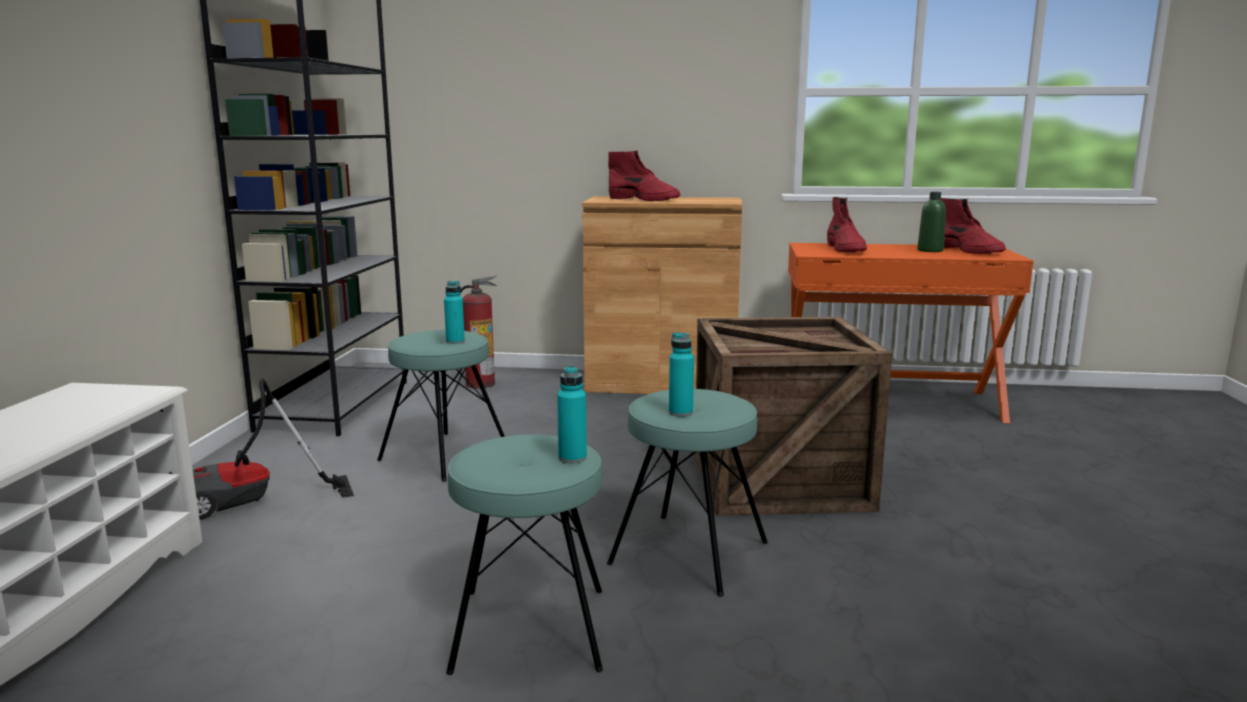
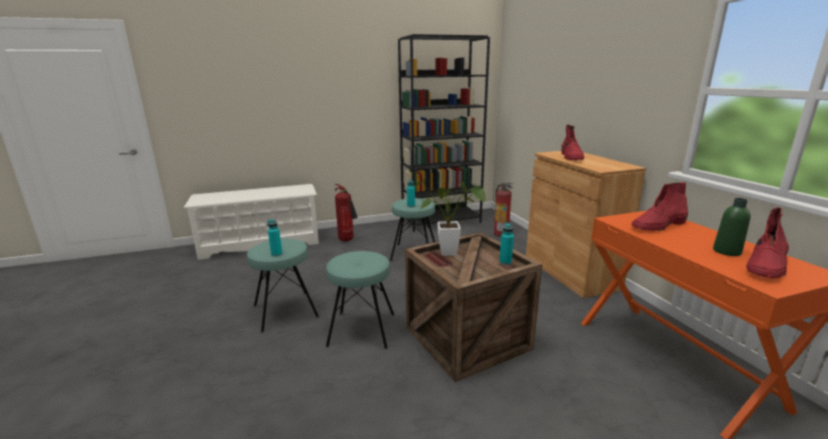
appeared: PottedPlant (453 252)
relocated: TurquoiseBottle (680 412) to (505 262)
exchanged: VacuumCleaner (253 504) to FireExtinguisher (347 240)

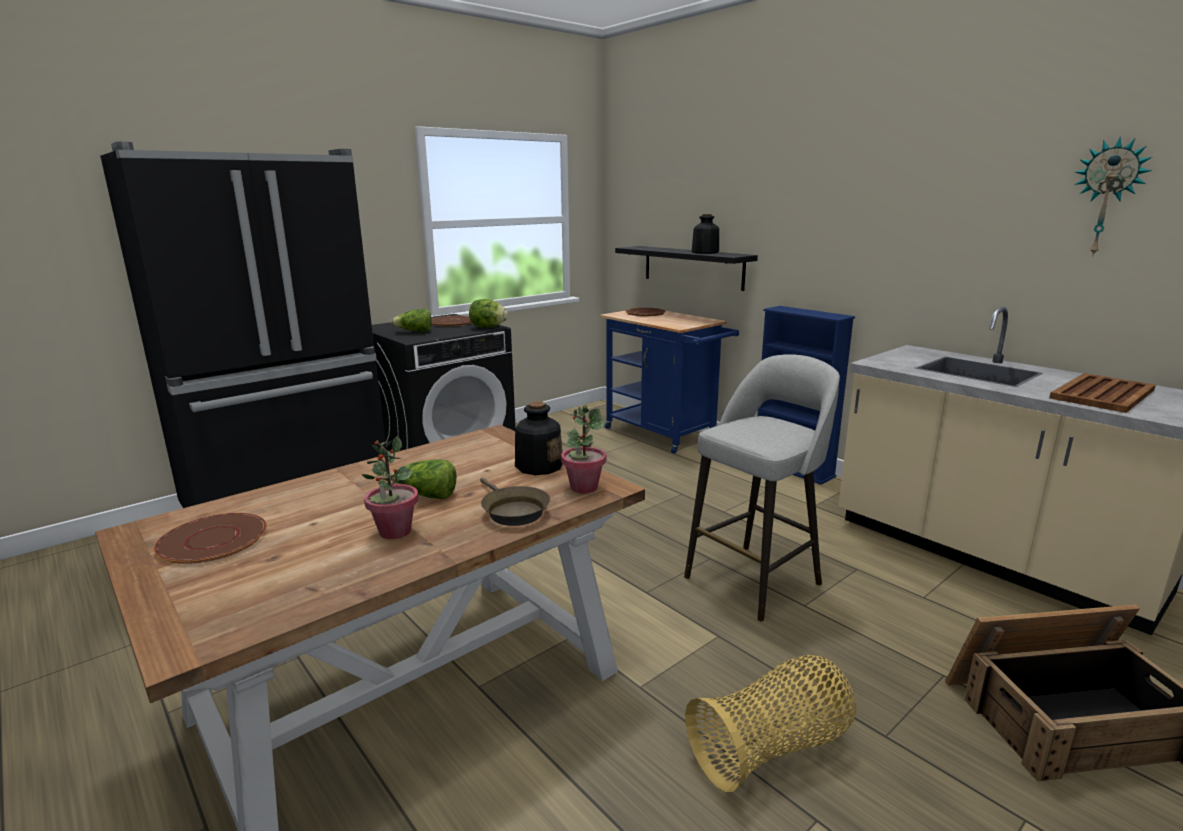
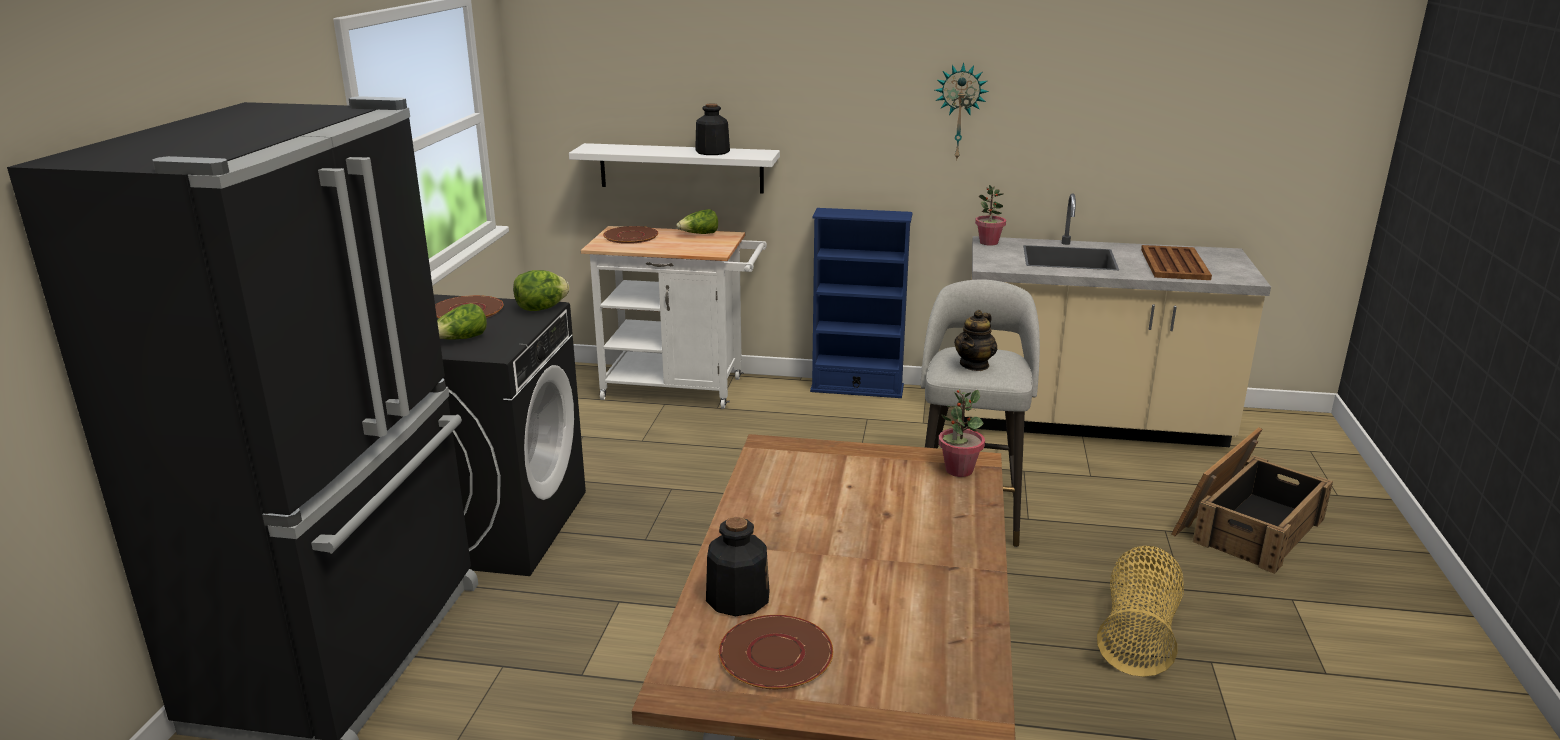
missing: BrownFryingPan (512 511)
appeared: Teapot (974 365)
relocated: PottedPlant (395 532) to (988 242); Lettuce (426 495) to (699 234); Bottle (538 466) to (737 598); WallClock (1107 198) to (960 111)
colour: BlueCart (664 435) to WhiteCart (682 389); BlackShelf (692 267) to WhiteShelf (681 168)

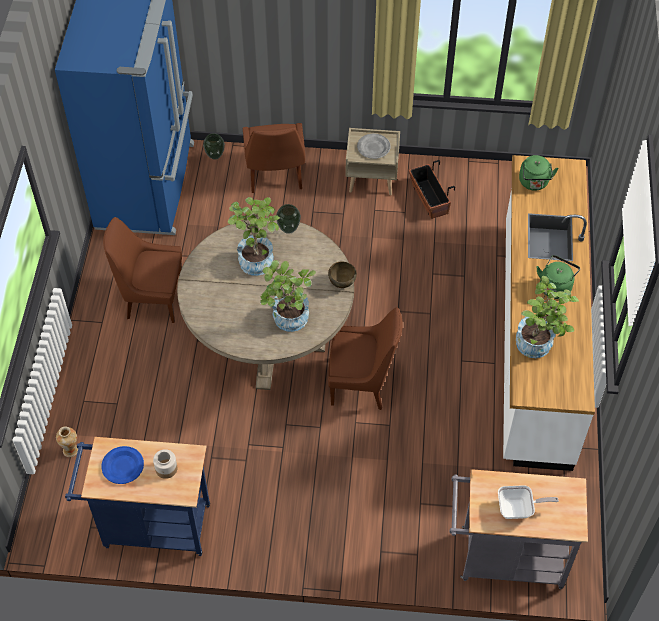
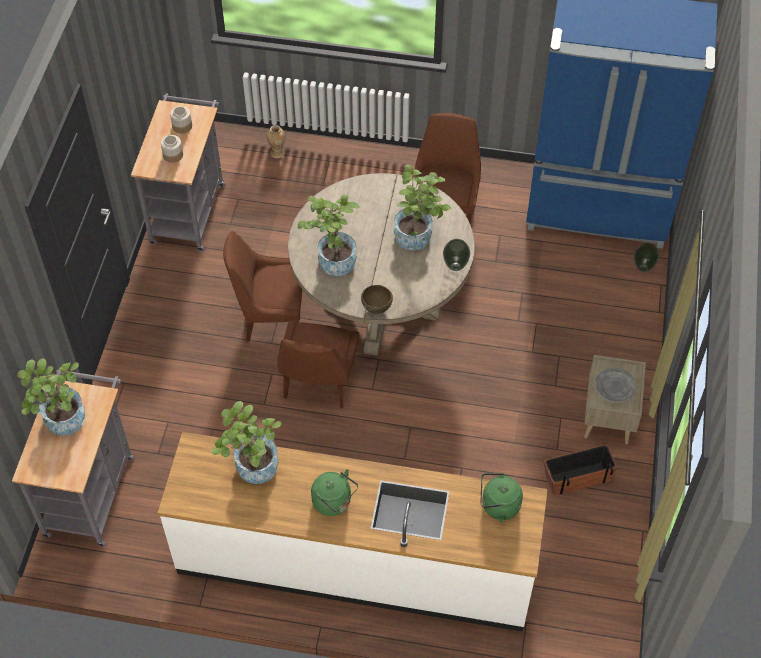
relocated: BrownChair (275 176) to (270 317)
exchanged: BluePlate (123 466) to Jar (182 126); FryingPan (518 509) to PottedPlant (62 424)
colour: BlueCart (150 526) to GreyCart (189 209)

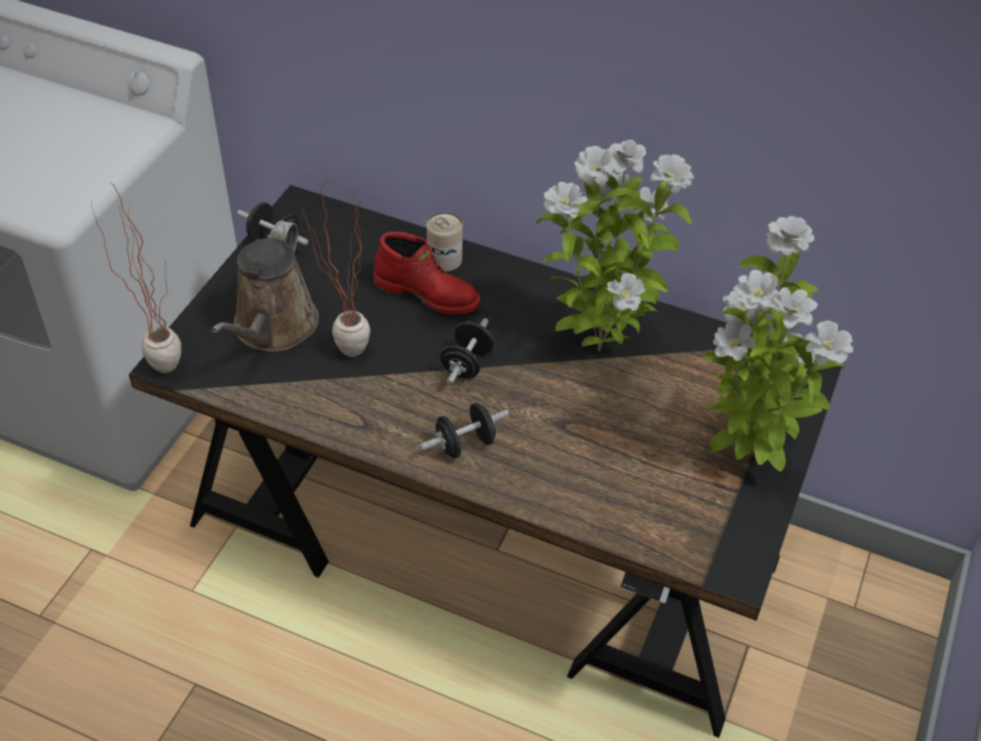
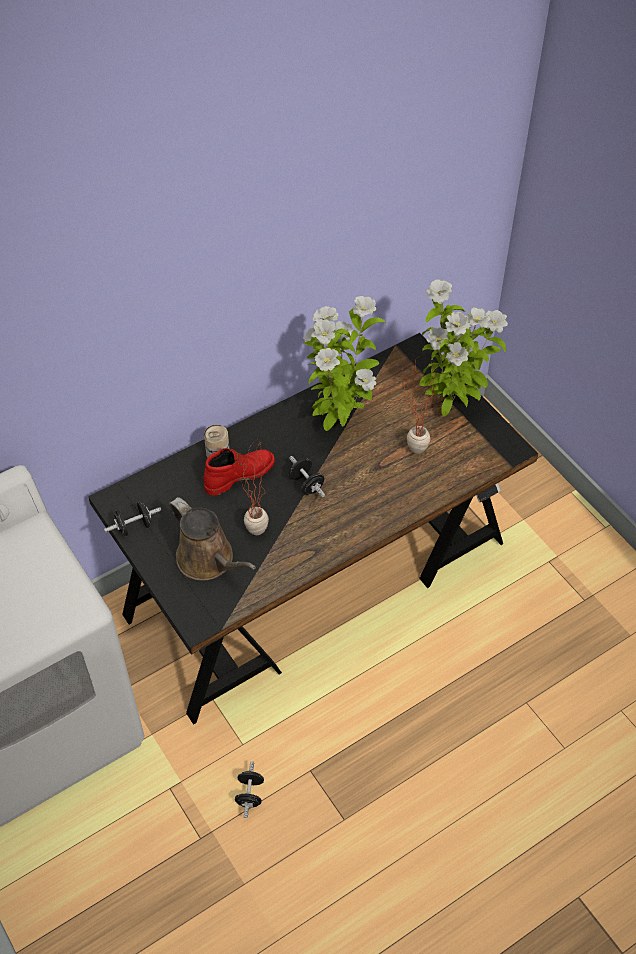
relocated: PottedPlant (160 360) to (409 450); BlackDumbbell (465 444) to (250 794)

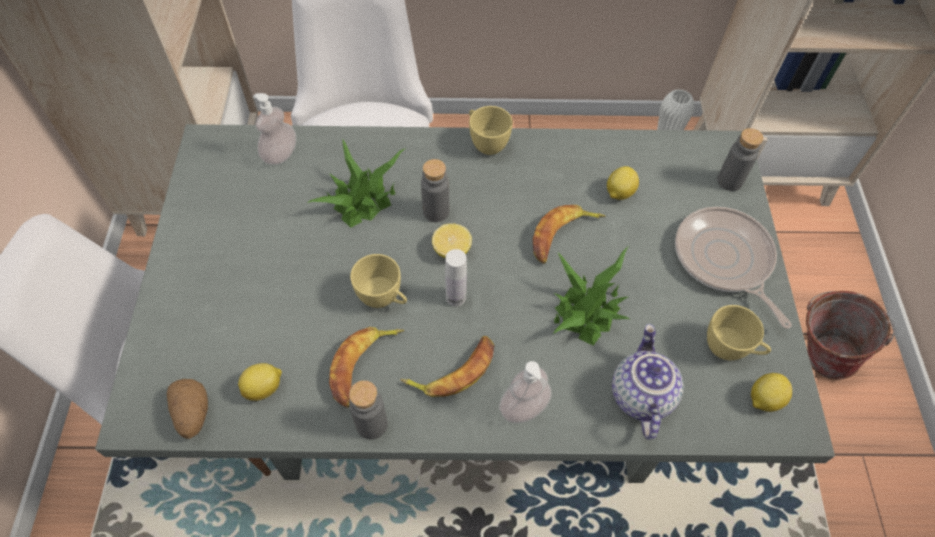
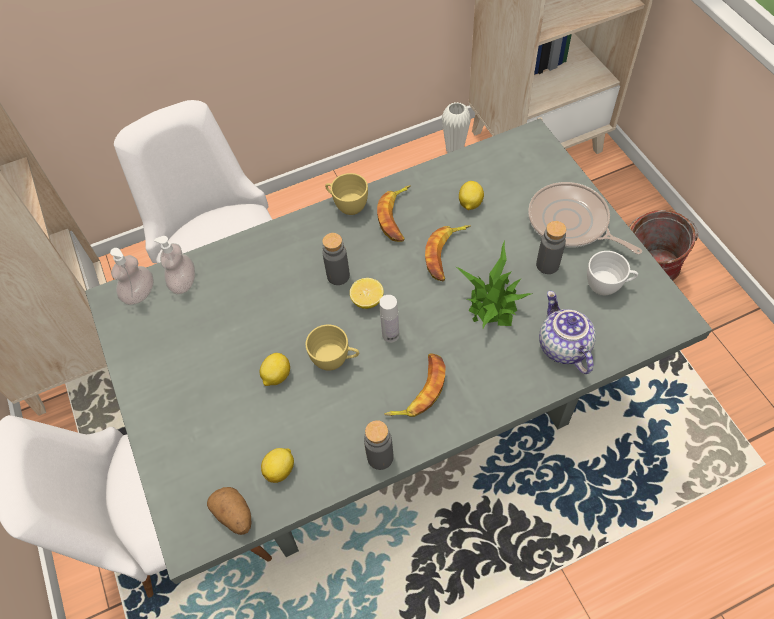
missing: PottedPlant (362 200)
relocated: Banana (363 366) to (396 217); SoapDispenser (523 407) to (140 294); GreyBottle (729 181) to (547 265); Lemon (763 399) to (276 376)
colour: YellowCup (730 349) to WhiteCup (607 286)

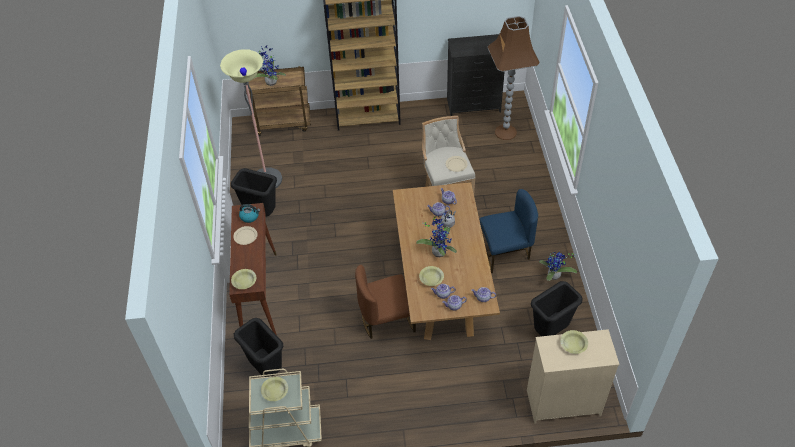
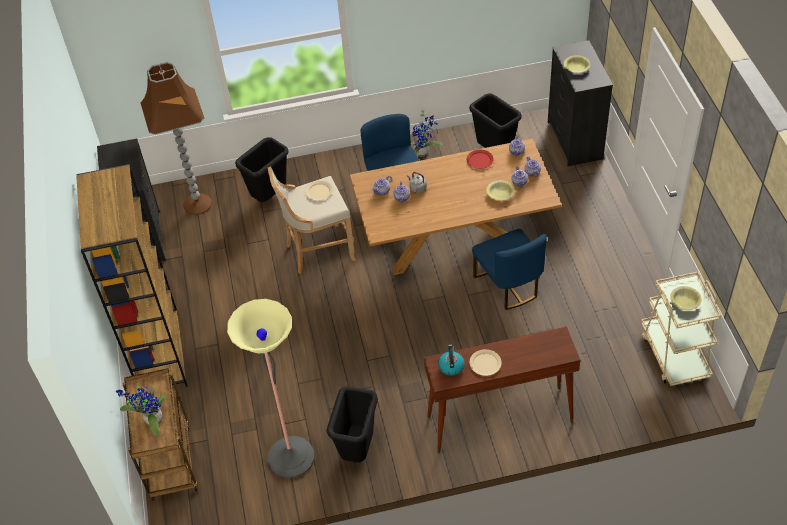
missing: YellowBowl (244 281); PottedPlant (439 251)
appeared: RedPlate (479 160)
relocated: BlackTrashCan (267 369) to (270 196)
colour: BrownChair (387 320) to BlueChair (508 285); BeigeDresser (563 402) to BlackDresser (574 140)

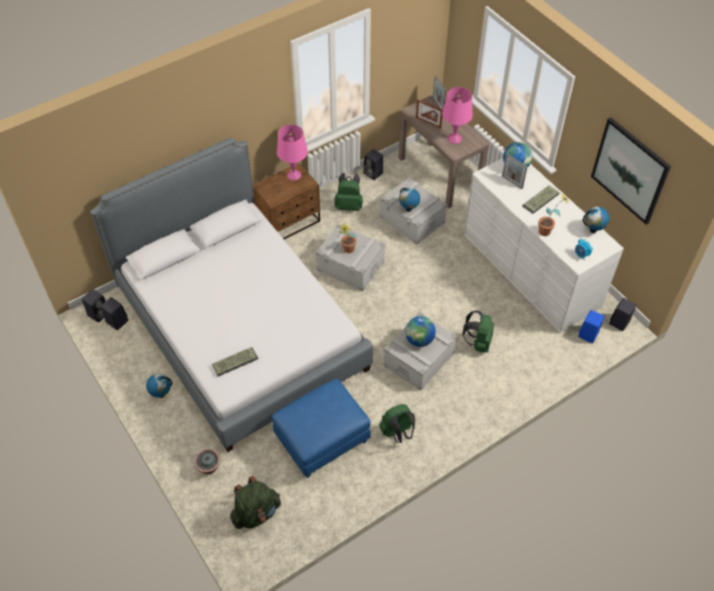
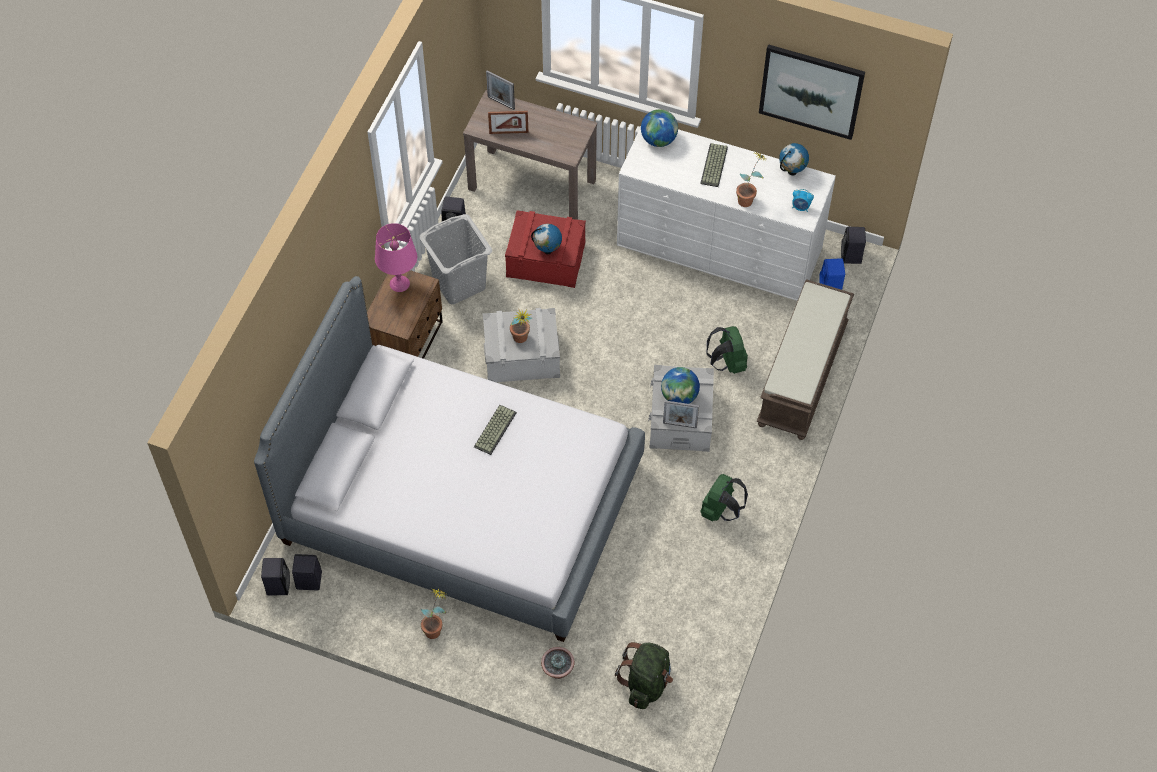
missing: BlueOttoman (322 438); PinkTableLamp (454 138)
appeared: BrownBench (803 376)
relocated: Keyboard (235 361) to (494 429); PictureFrame (512 182) to (679 425)
exchanged: Globe (161 394) to PottedPlant (436 628); GreenBackpack (349 205) to GreyLaundryBasket (459 282)
colour: GreyStorageBox (412 219) to RedStorageBox (546 259)

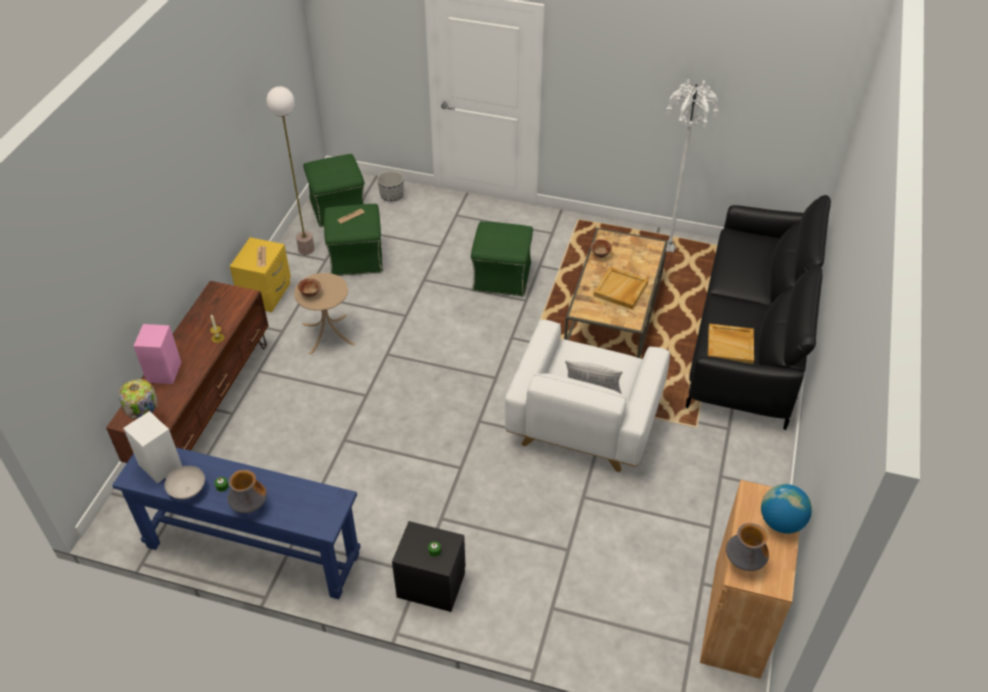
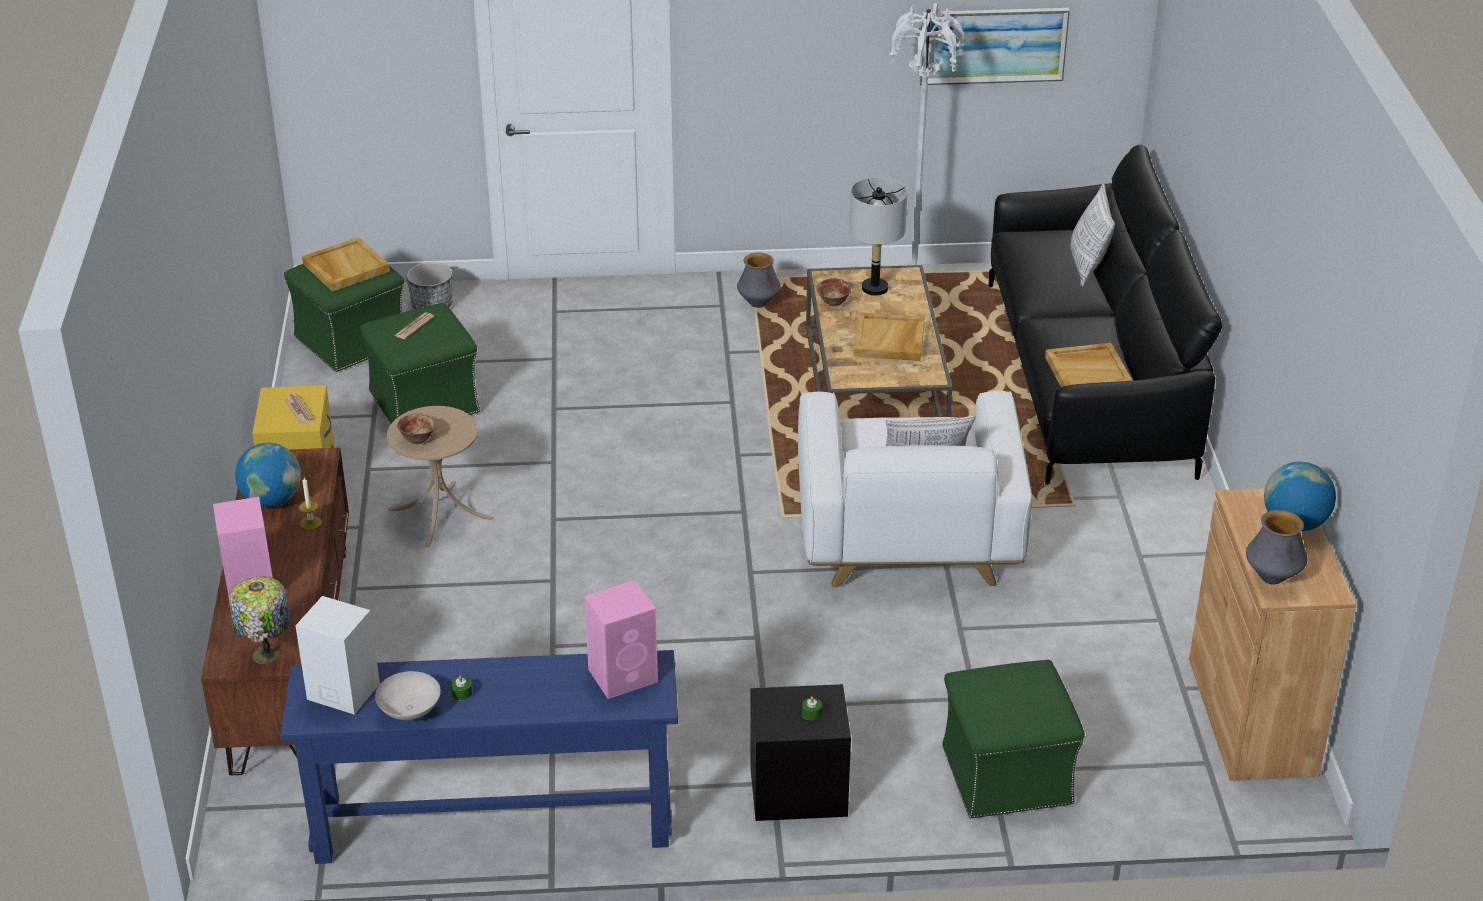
missing: FloorLamp (306 249)
appeared: Globe (272 500); BeigeTray (345 267); PinkSpeaker (624 675); GreyTableLamp (874 288); Picture (993 45); Pillow (1087 266)
relocated: Vase (250 506) to (758 304); GreenOttoman (501 277) to (1005 775)

